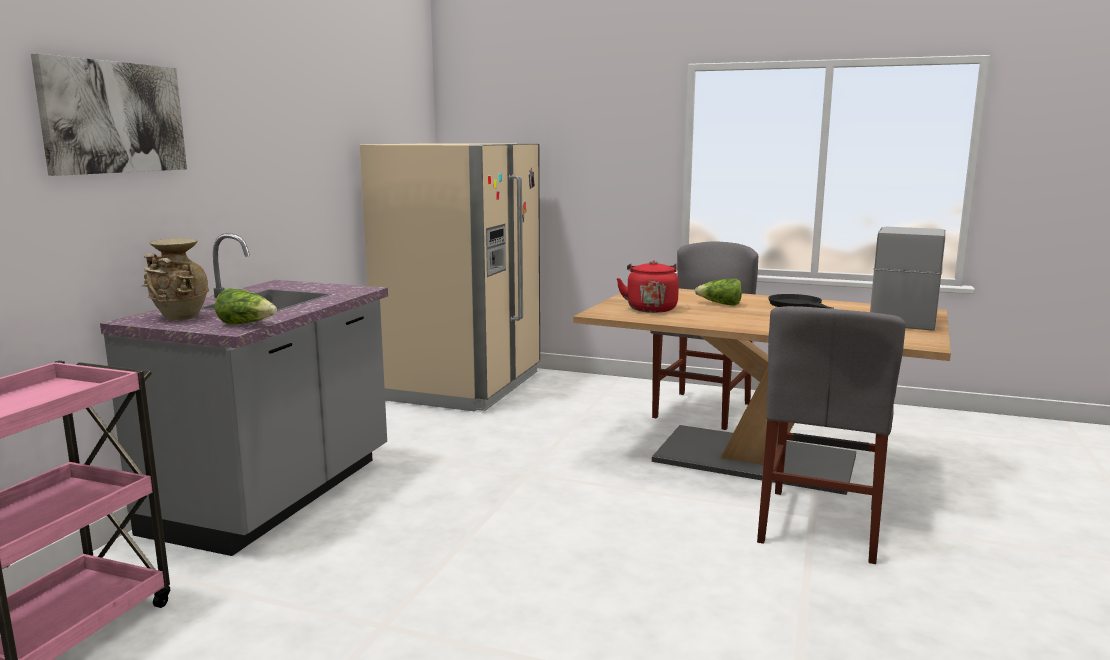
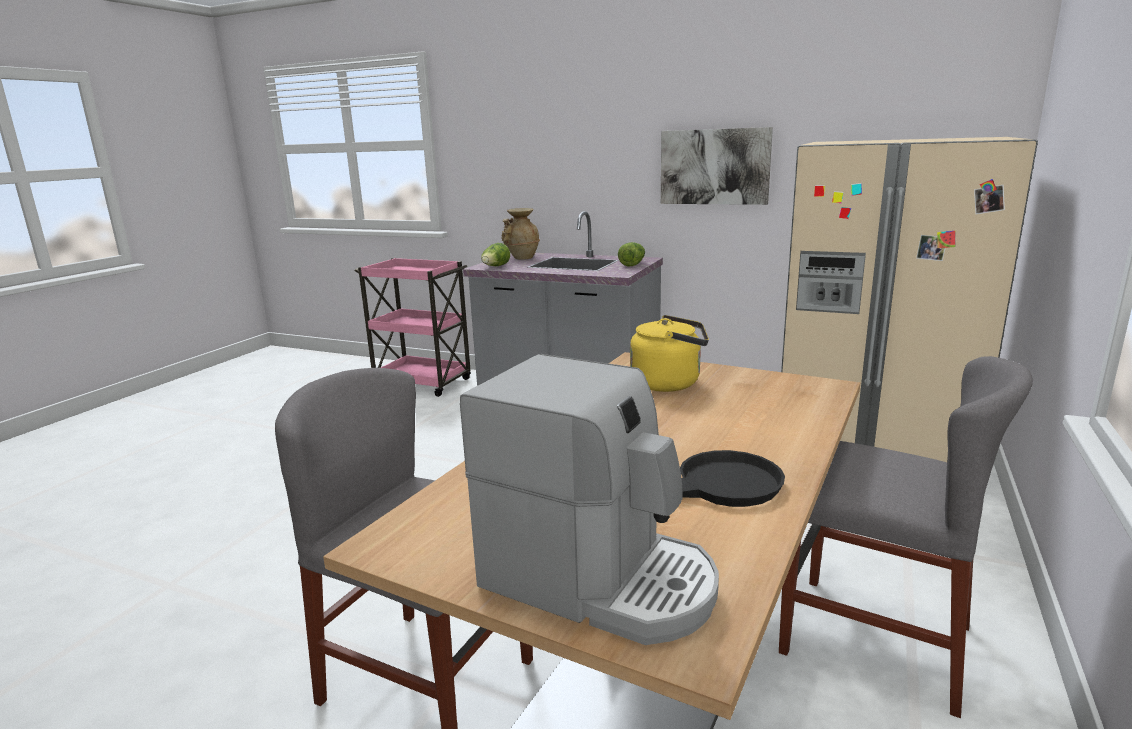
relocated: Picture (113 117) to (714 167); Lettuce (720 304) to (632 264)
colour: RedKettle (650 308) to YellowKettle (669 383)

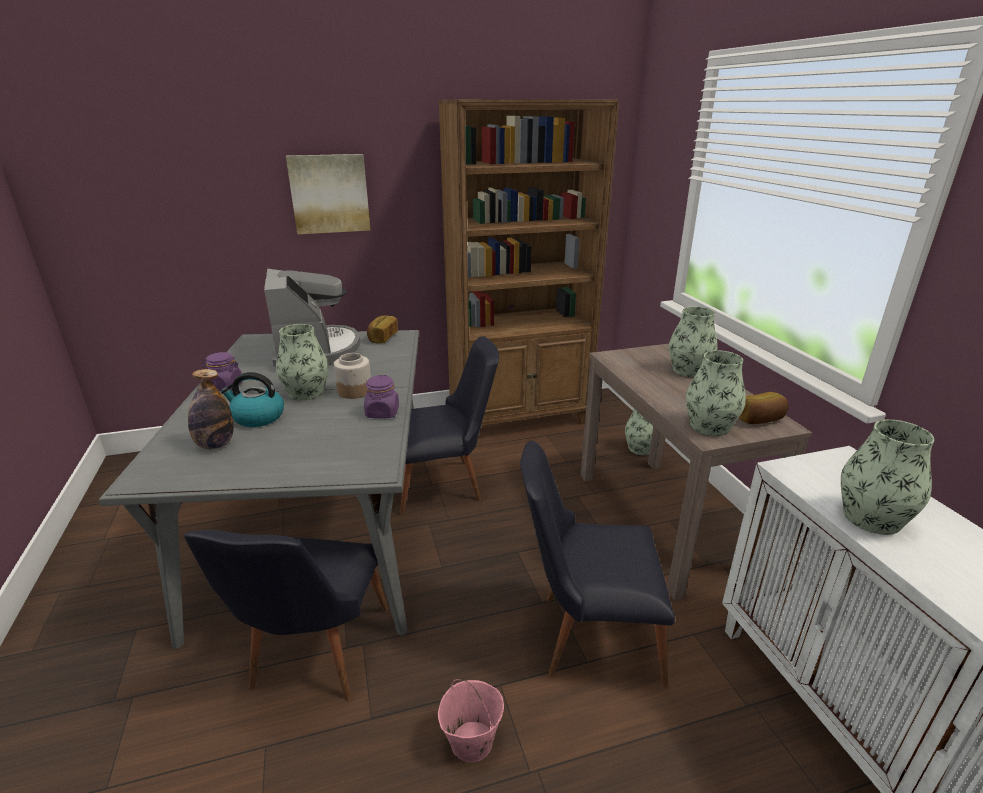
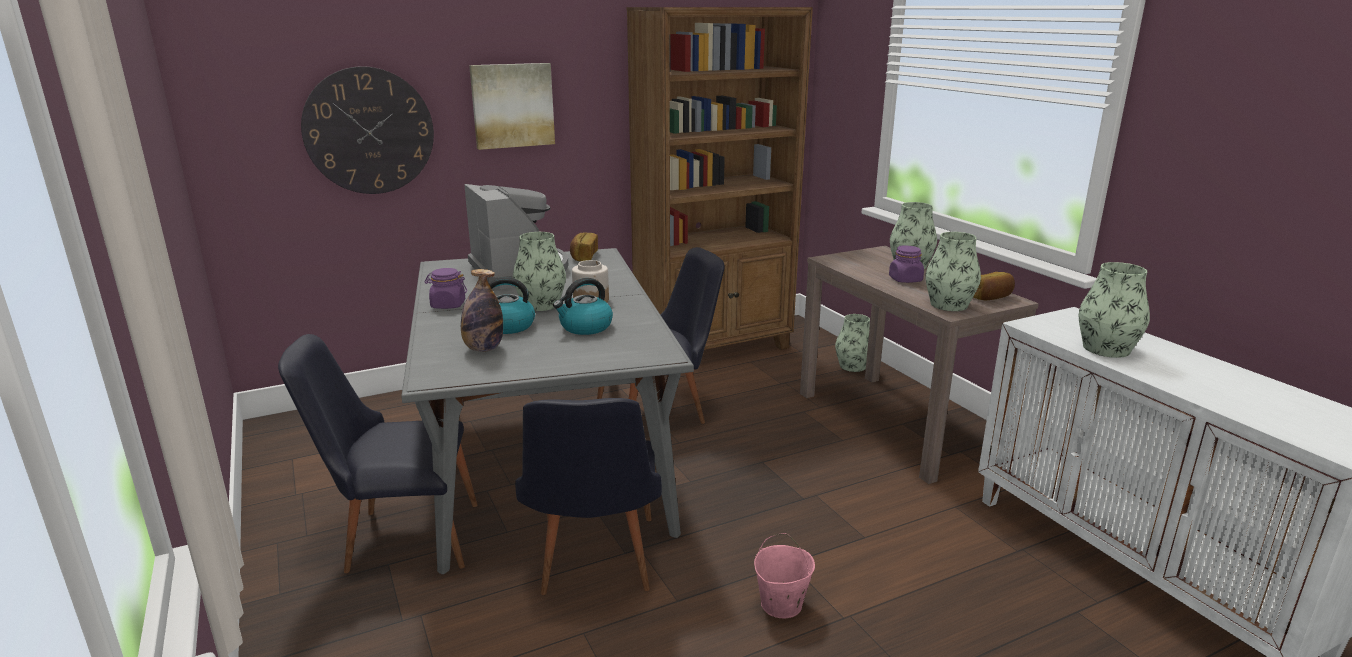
appeared: WallClock (369 131); Kettle (585 327)
relocated: PurpleJar (382 413) to (905 280); BlackChair (587 634) to (399 537)

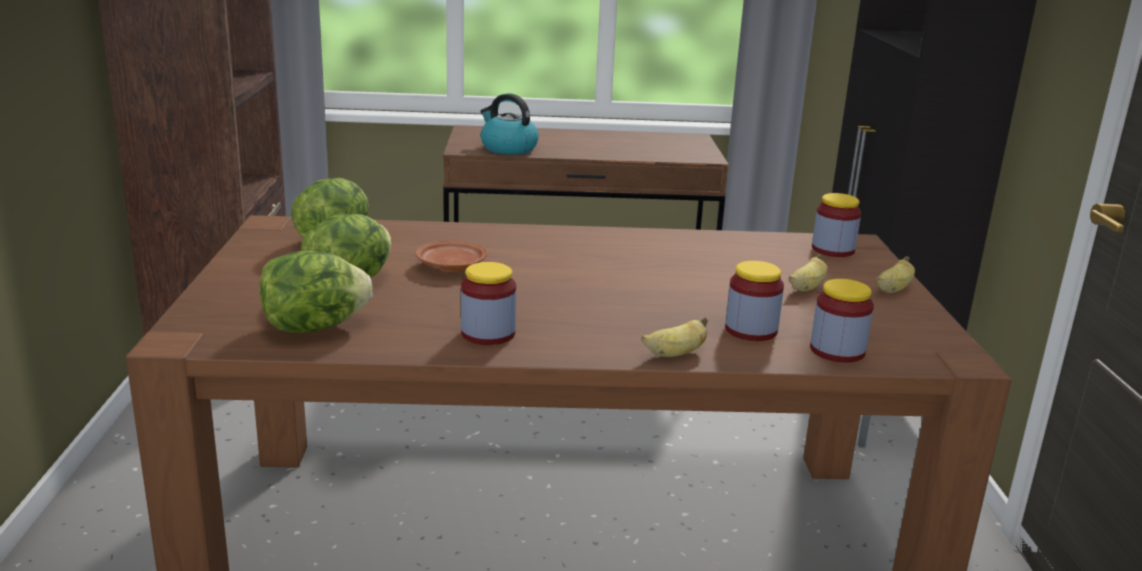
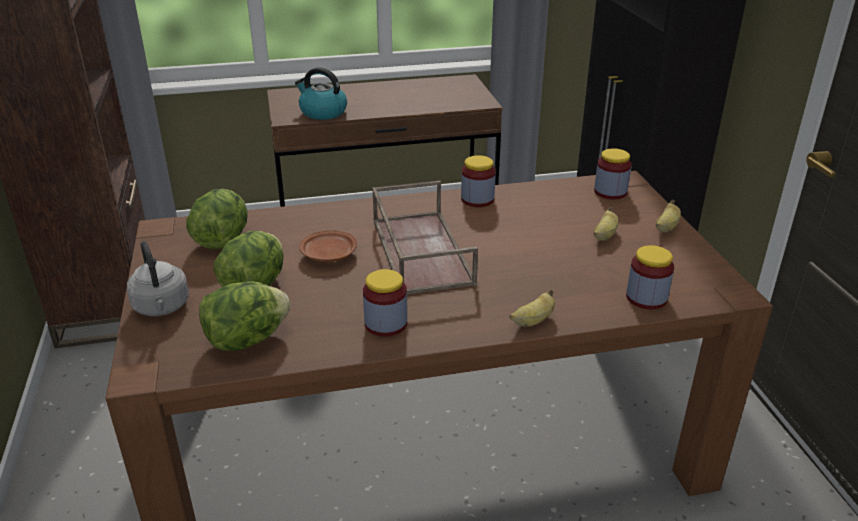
appeared: GreyKettle (162 307); BrownTray (419 250)
relocated: Jar (751 330) to (477 199)

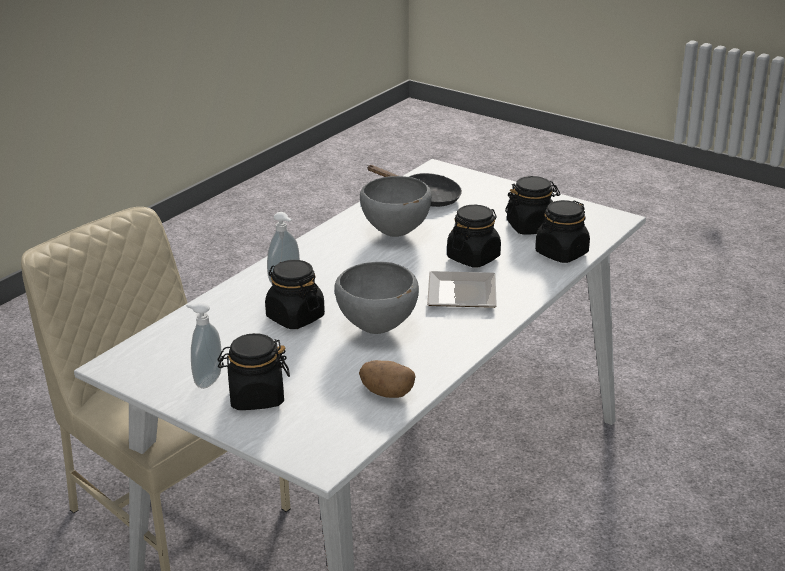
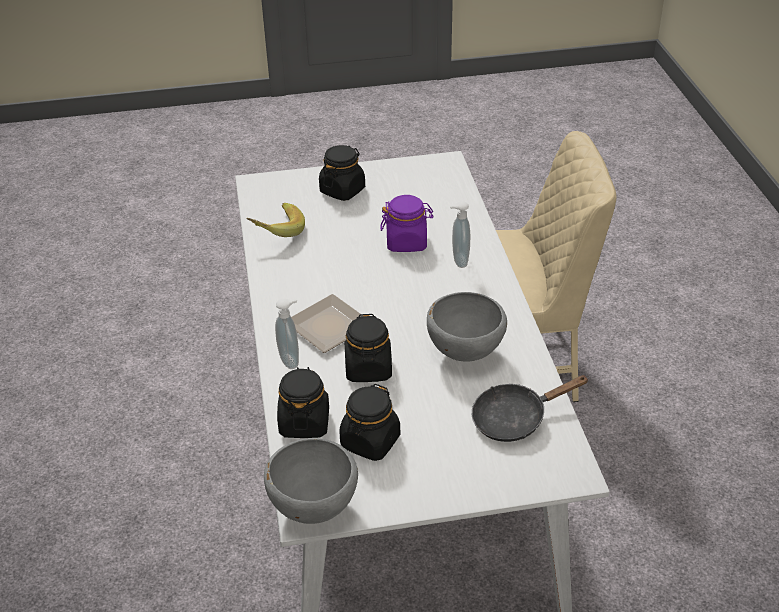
relocated: SoapDispenser (206 380) to (291 360); GreyBowl (378 329) to (313 510)
exchanged: Potato (387 393) to Banana (276 231)
colour: BlackJar (295 317) to PurpleJar (407 242)

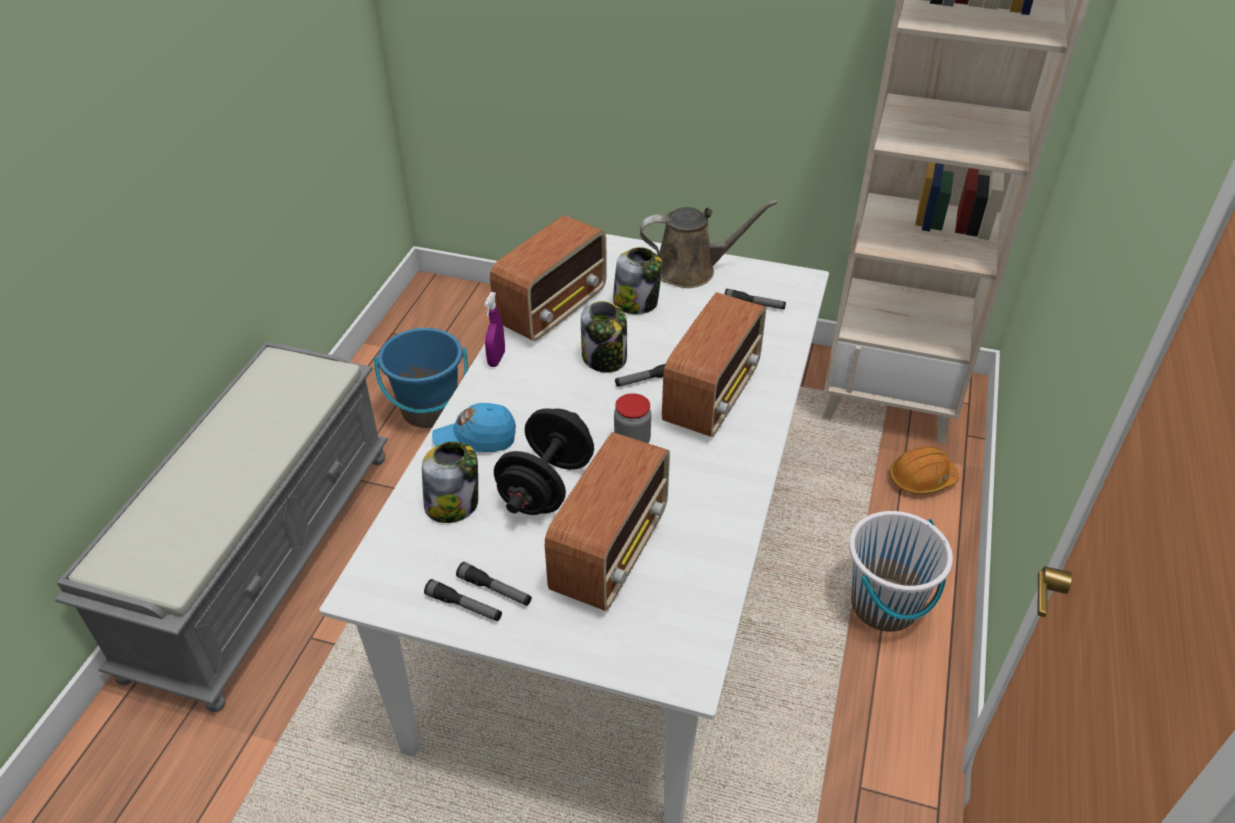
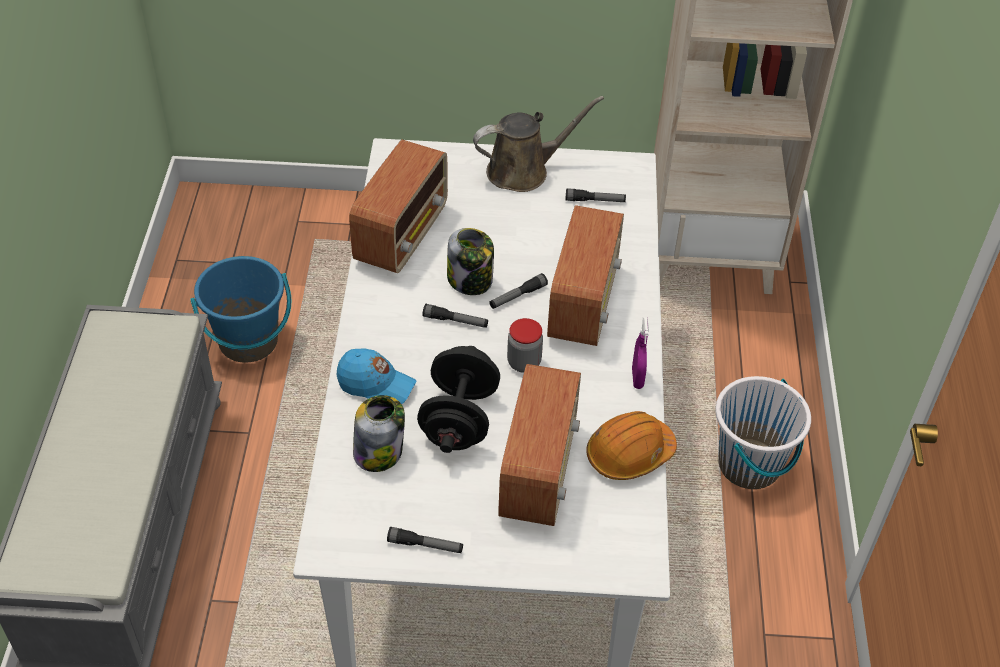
missing: Jar (636 303)
relocated: Flashlight (495 590) to (455 321); PurpleSprayBottle (496 359) to (637 378); OrangeHardHat (921 479) to (629 454)
spun: BlueCap (475 440) = (376 385) 135 degrees counterclockwise

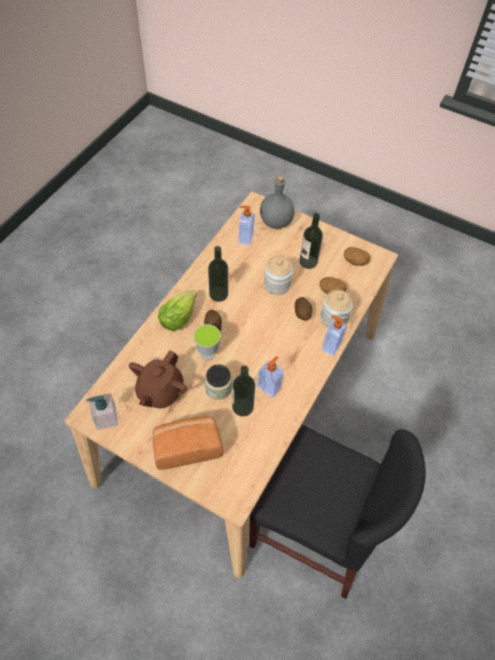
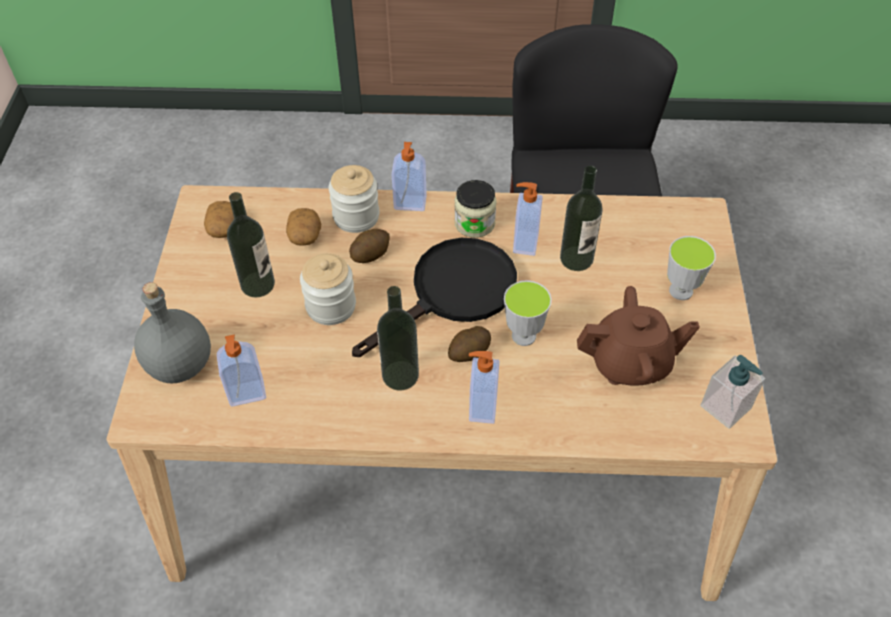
appeared: BlackFryingPan (453 294)
relocated: Jar (218 388) to (474 223)
exchanged: Bread (187 447) to Cup (681 291); Lettuce (180 316) to SoapDispenser (481 407)

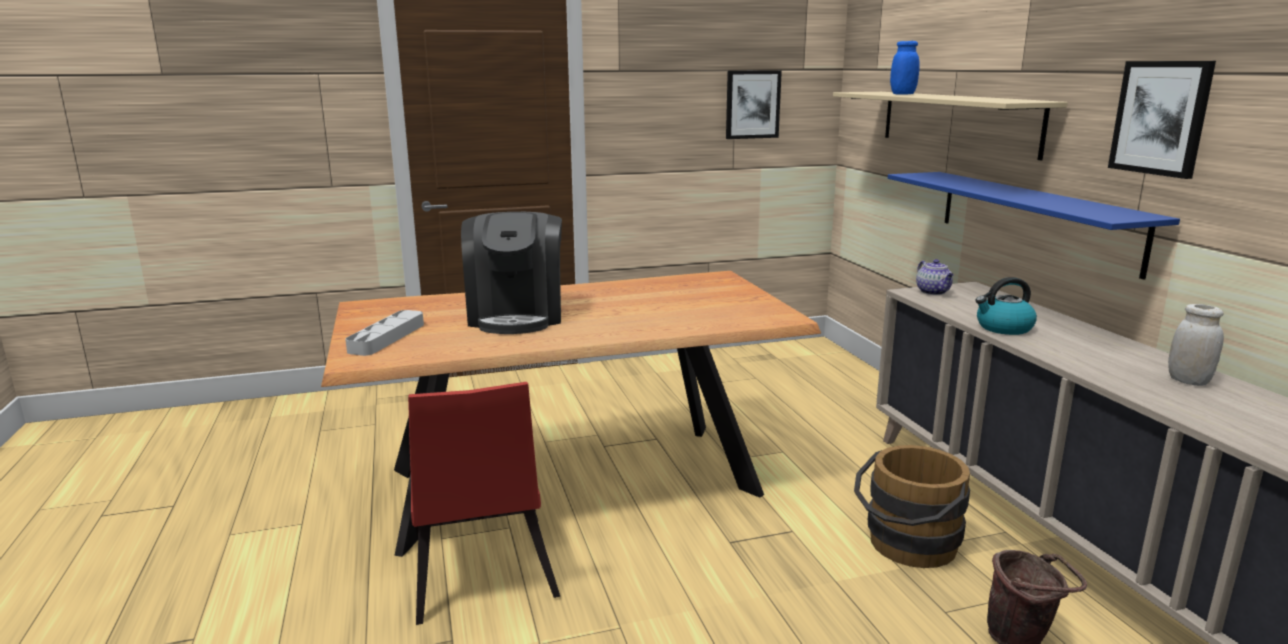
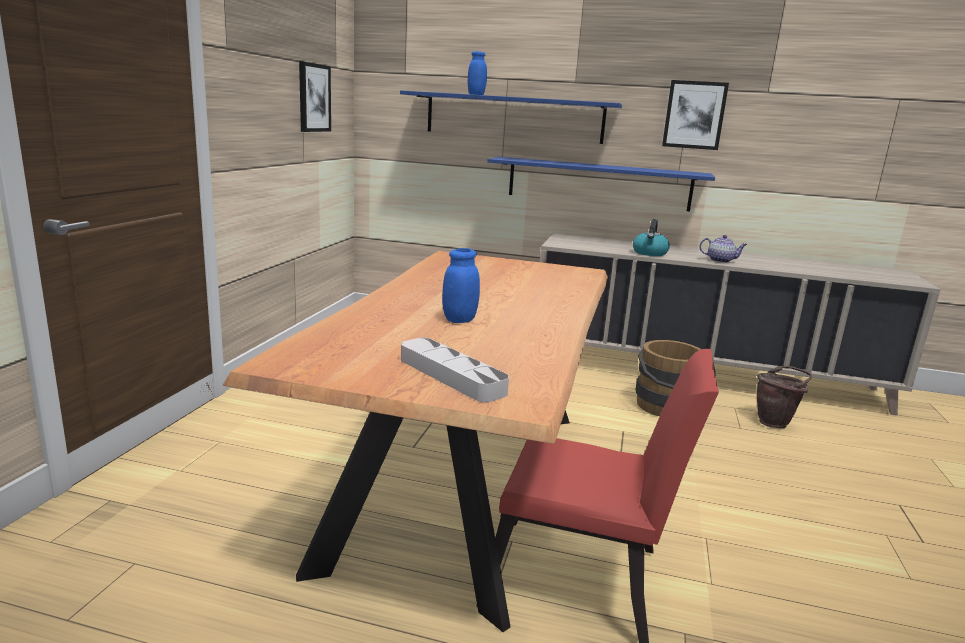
missing: WhiteJar (1188 381)
relocated: Teapot (933 292) to (721 260)
exchanged: CoffeeMachine (516 316) to BlueJar (459 320)
colour: BeigeShelf (956 121) to BlueShelf (514 118)

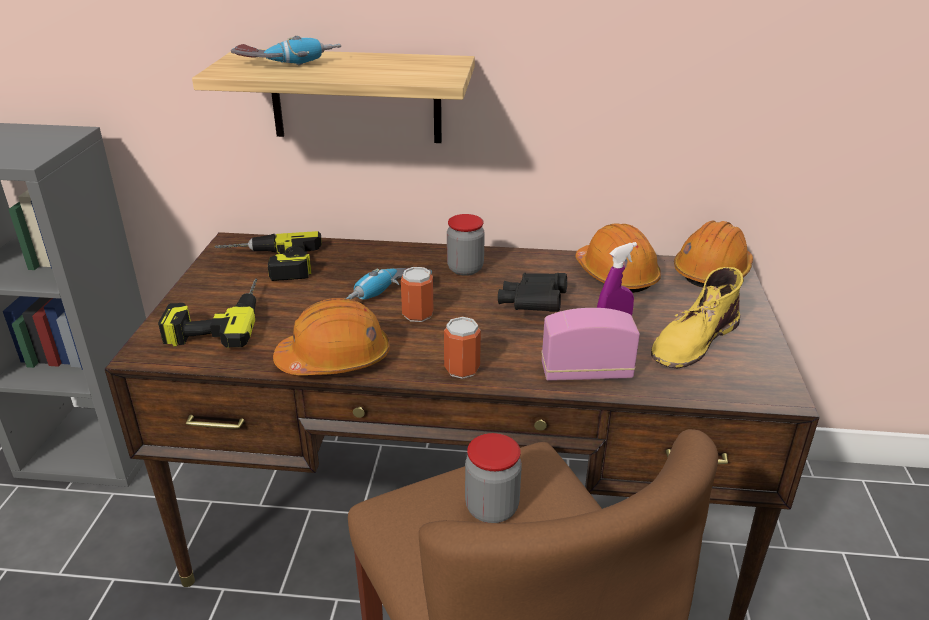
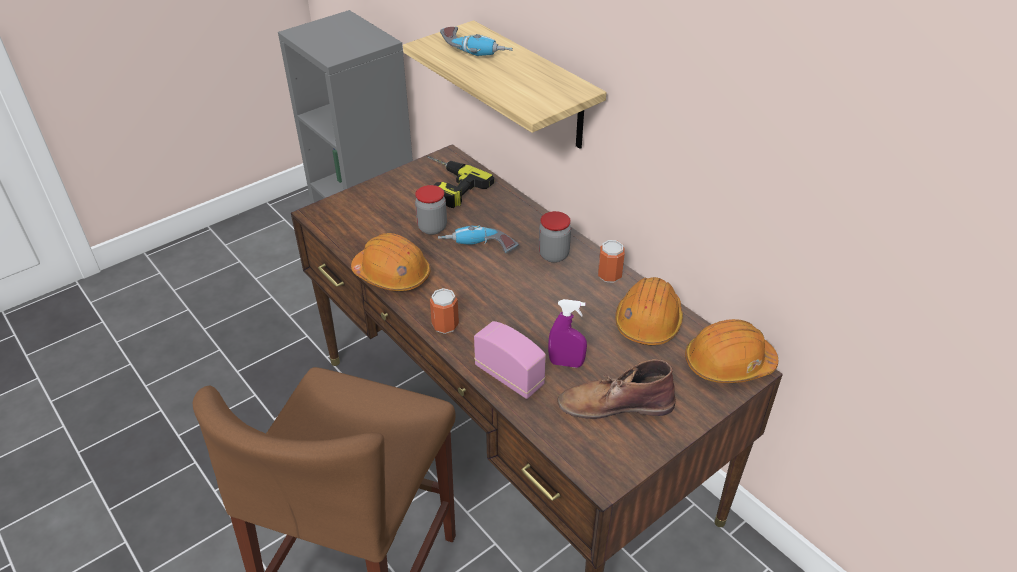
missing: PowerDrill (216 319); BlackBinoculars (533 306)
relocated: Can (417 314) to (609 275); Jar (491 508) to (432 228)
colour: YellowBoot (693 341) to BrownBoot (614 403)

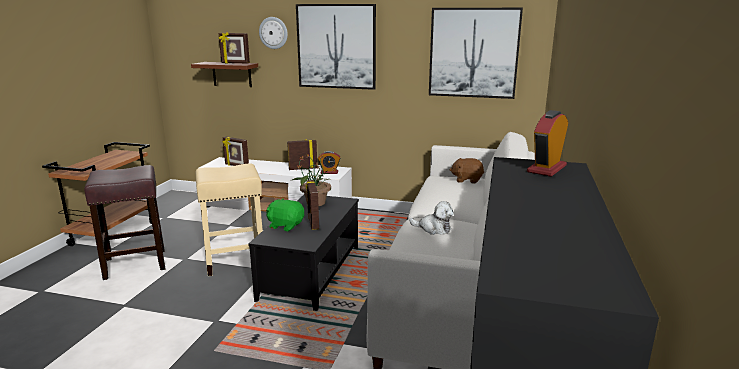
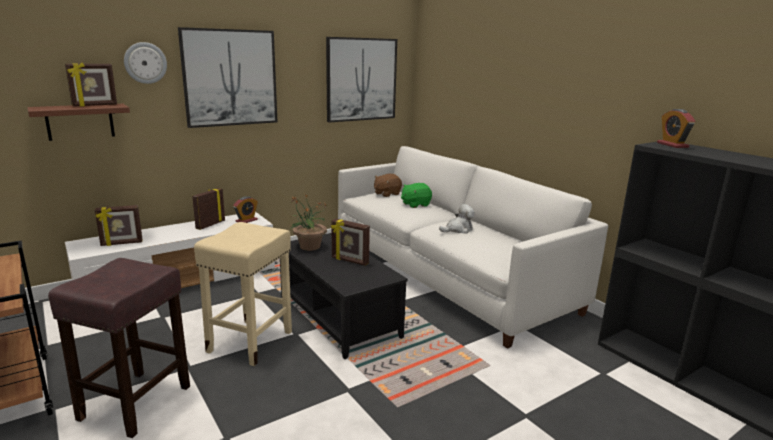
relocated: GreenPlushToy (285 225) to (415 204)

